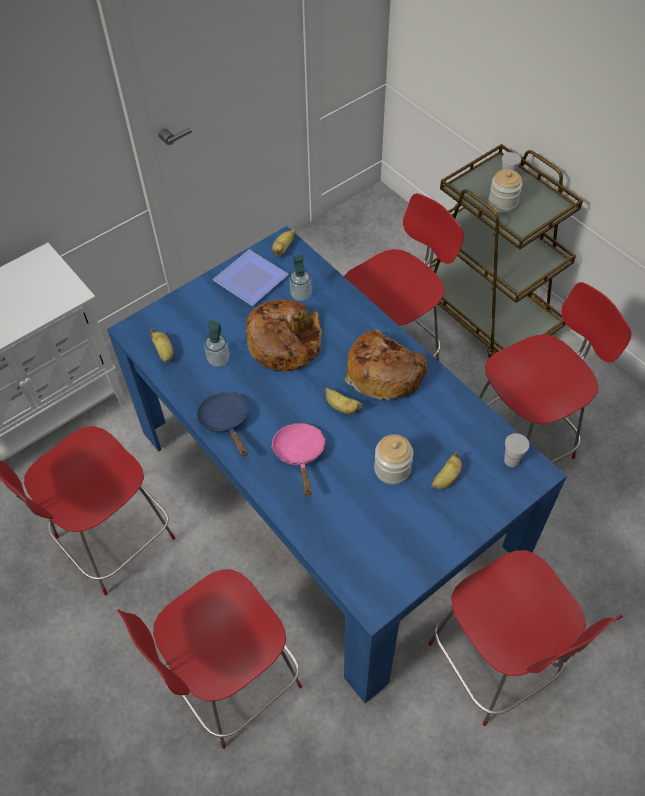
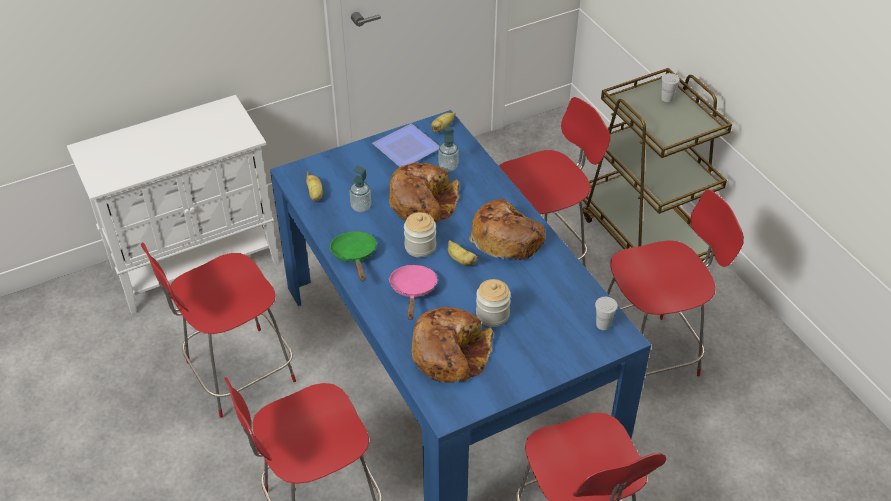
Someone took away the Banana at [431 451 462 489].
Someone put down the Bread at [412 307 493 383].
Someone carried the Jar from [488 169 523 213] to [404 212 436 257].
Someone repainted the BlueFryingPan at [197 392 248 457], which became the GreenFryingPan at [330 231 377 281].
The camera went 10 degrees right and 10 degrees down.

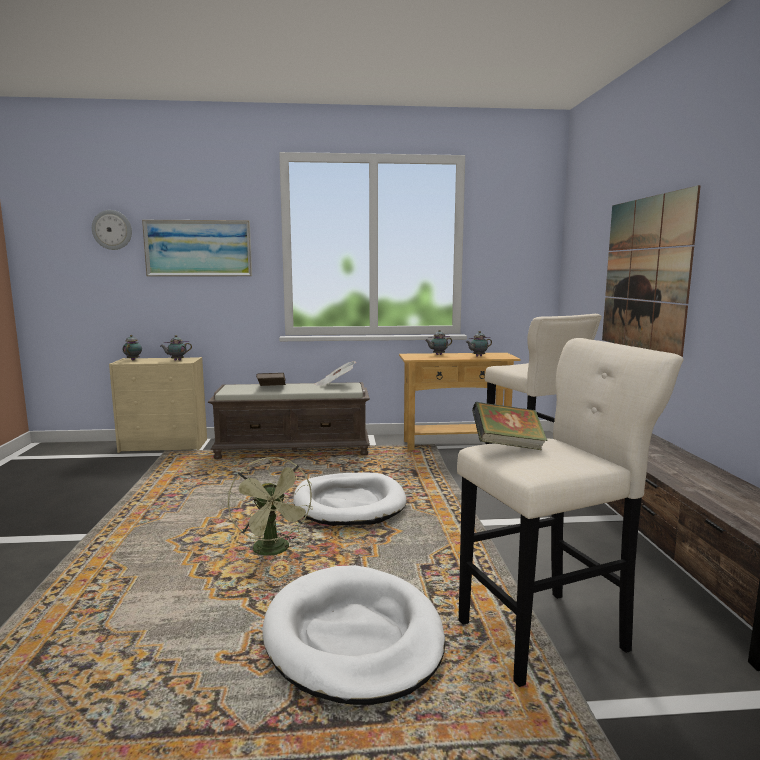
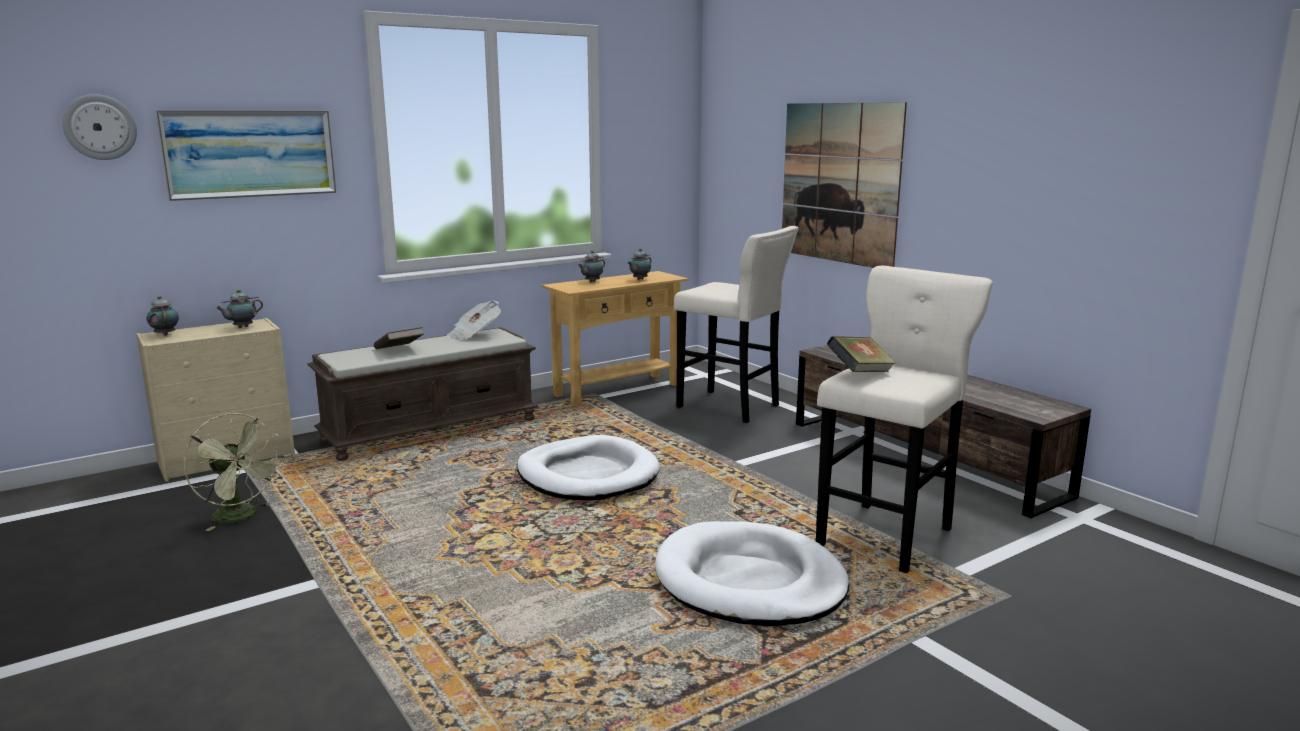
Someone carried the GreenFan from [228 457 313 560] to [184 413 284 531].
The camera went 30 degrees left and 5 degrees up.

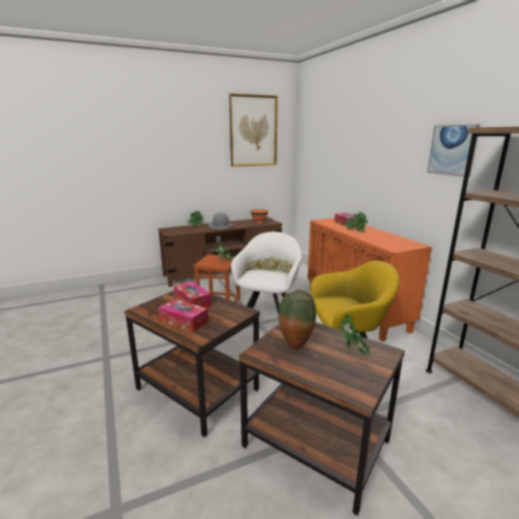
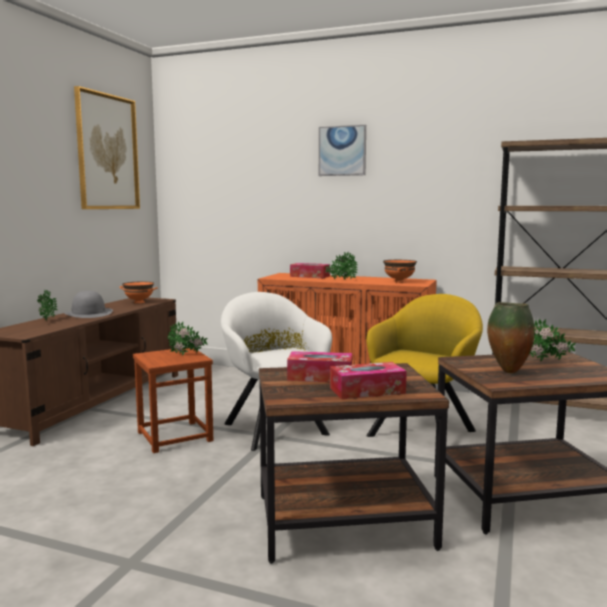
Someone put down the OrangeBowl at [383 260 417 283].
Someone carried the Picture from [427 124 480 177] to [319 125 366 176].
The camera went 45 degrees left and 10 degrees down.

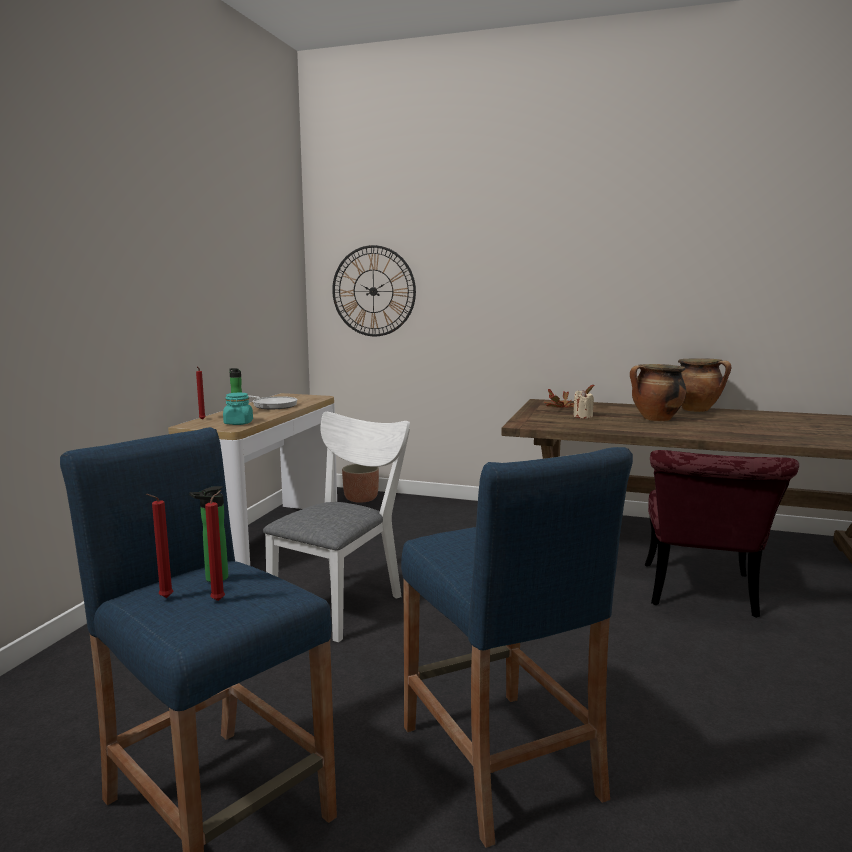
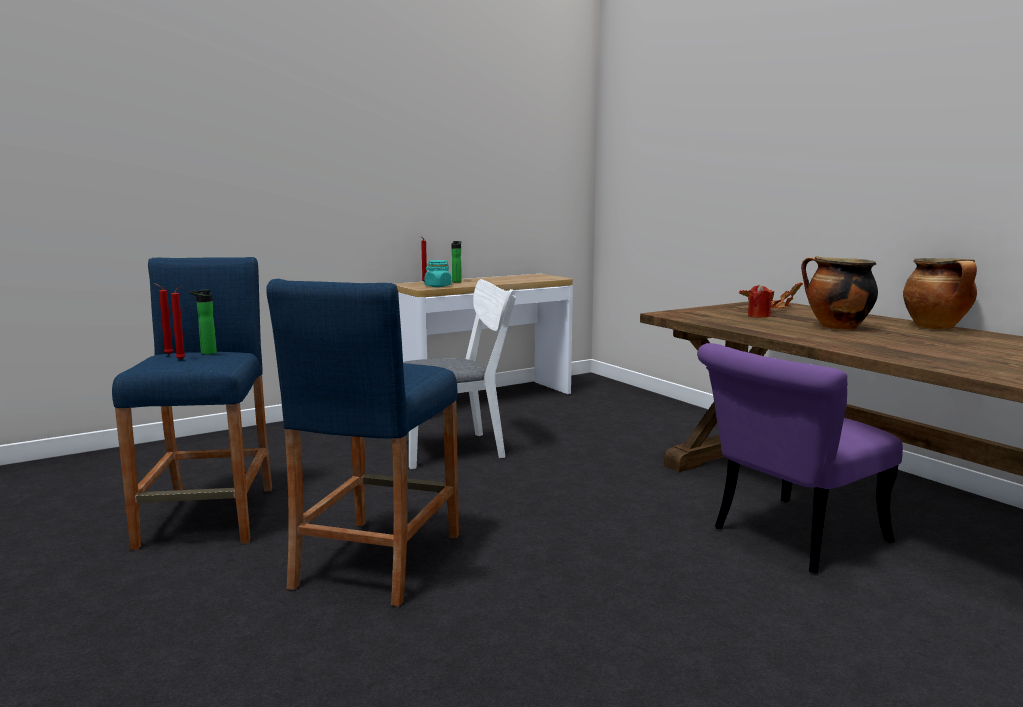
Someone took away the FryingPan at [247 395 297 409].
Someone took away the WallClock at [332 245 416 336].
Someone took away the Planter at [342 464 379 503].
Someone repainted the BeigeCandle at [573 390 594 418], which became the RedCandle at [748 284 772 318].
Someone repainted the RedChair at [645 450 799 618], which became the PurpleChair at [697 343 903 573].
The camera went 40 degrees right and 0 degrees up.

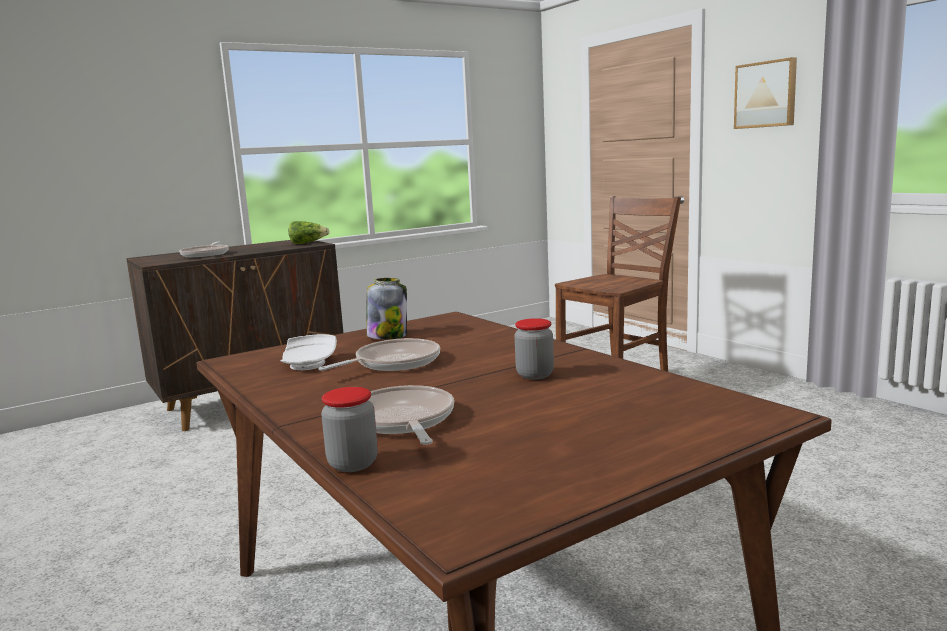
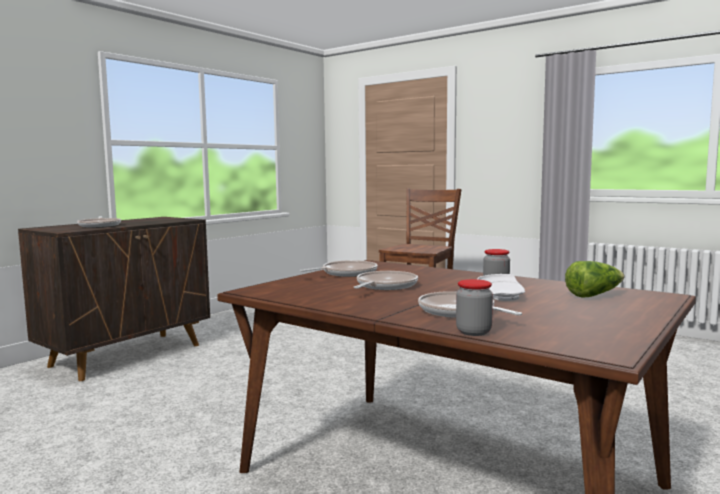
Someone took away the Picture at [734 57 797 129].
Someone carried the WhitePlate from [280 334 337 370] to [477 274 525 301].
Someone carried the Lettuce from [289 221 330 244] to [565 261 625 297].
Someone swapped the Jar at [367 278 407 339] for the FryingPan at [300 260 378 277].
The camera went 20 degrees left and 5 degrees down.

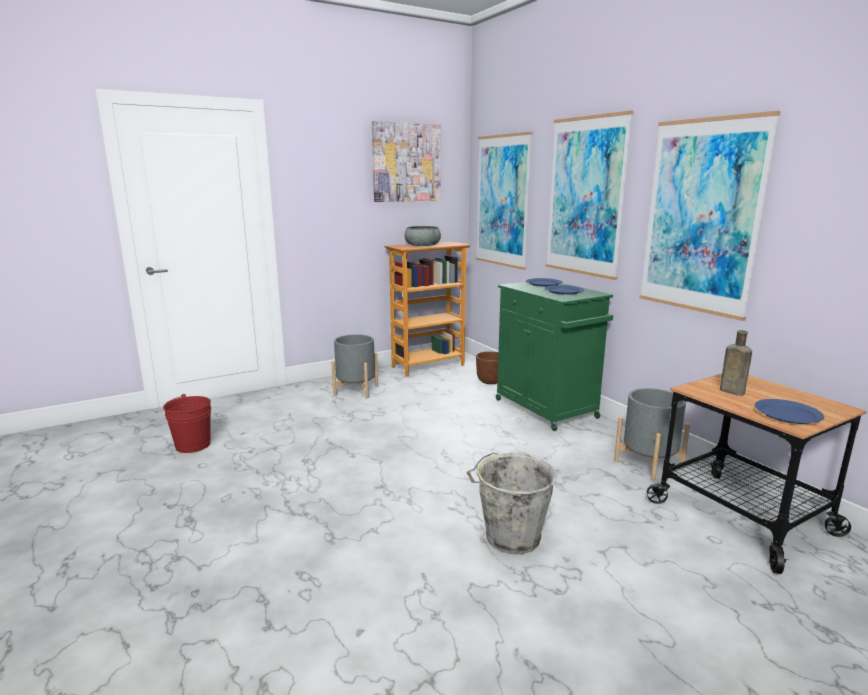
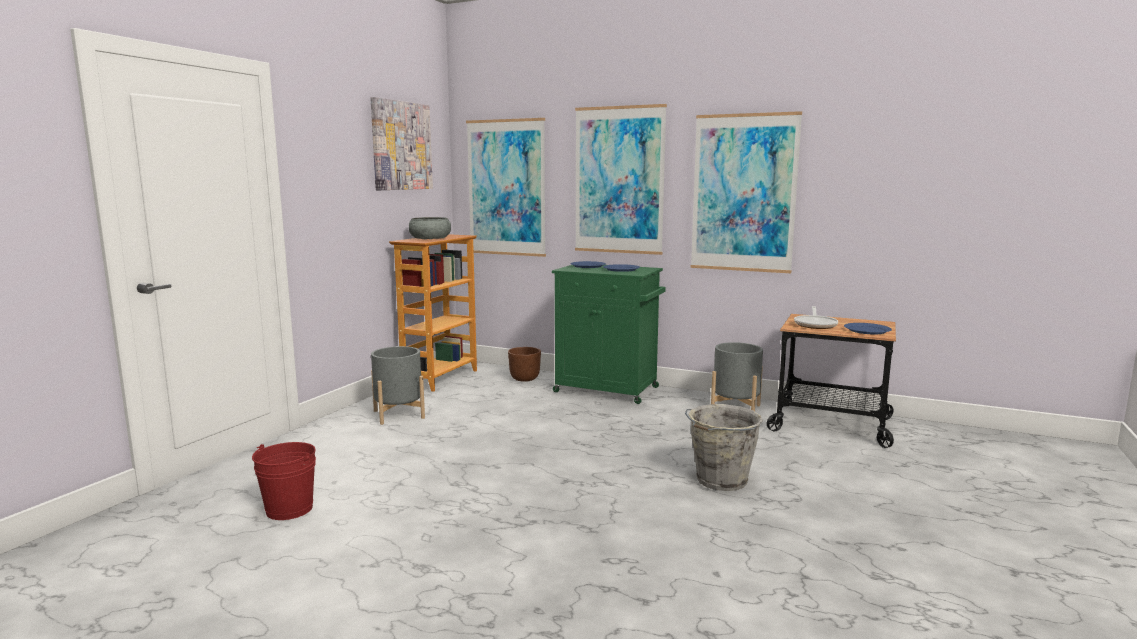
Someone swapped the BrownBottle at [720 330 752 396] for the FryingPan at [794 306 838 329].
The camera went 35 degrees left and 5 degrees down.

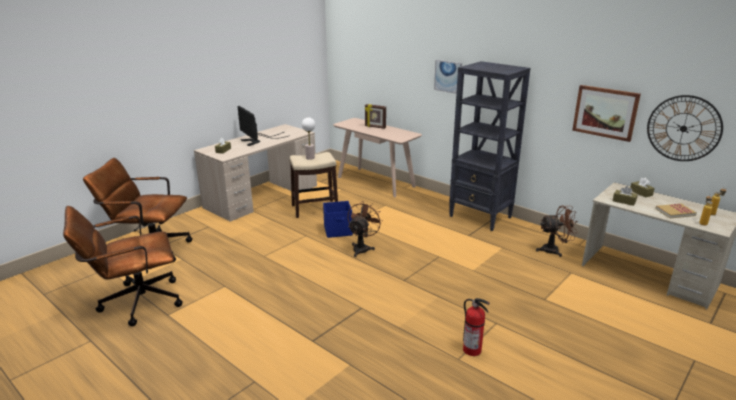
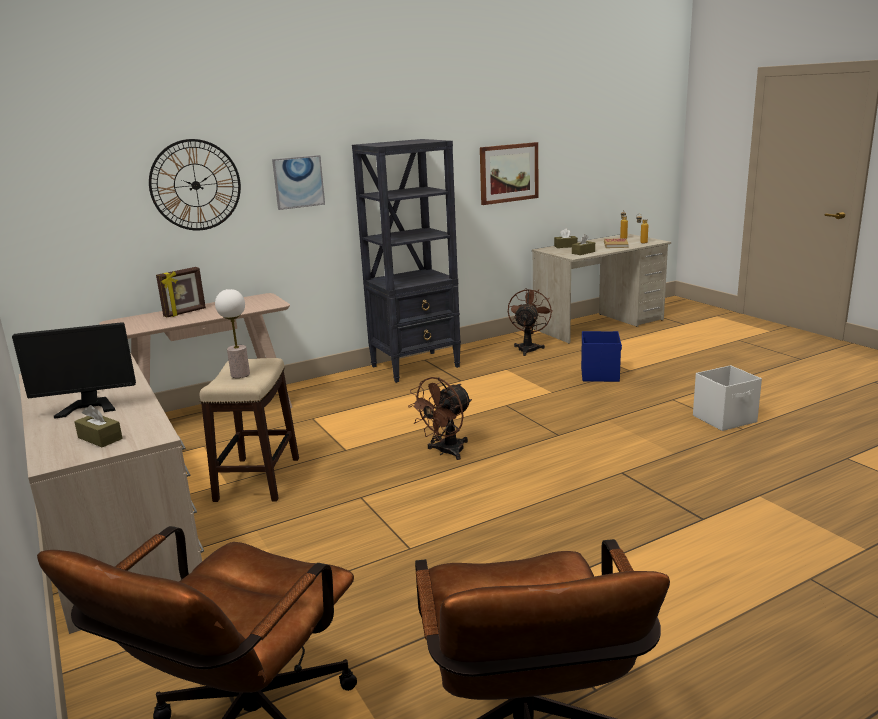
Someone carried the BlueStorageBox from [323 201 353 238] to [581 331 622 382].
Someone carried the WallClock from [647 95 723 161] to [149 139 241 231].
Someone swapped the FireExtinguisher at [463 298 490 356] for the WhiteStorageBox at [693 365 762 431].
Someone rotated the BrownFan at [347 201 383 257] by 90 degrees counterclockwise.
The camera went 70 degrees left and 5 degrees down.

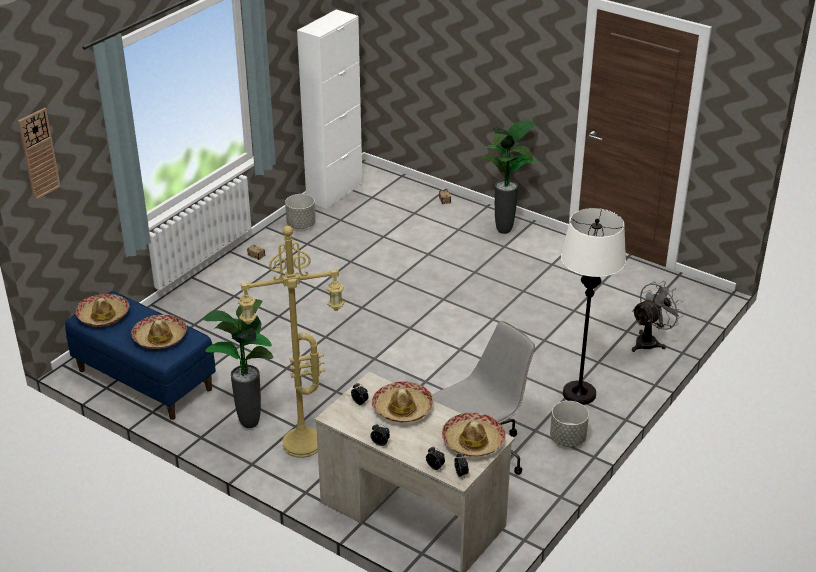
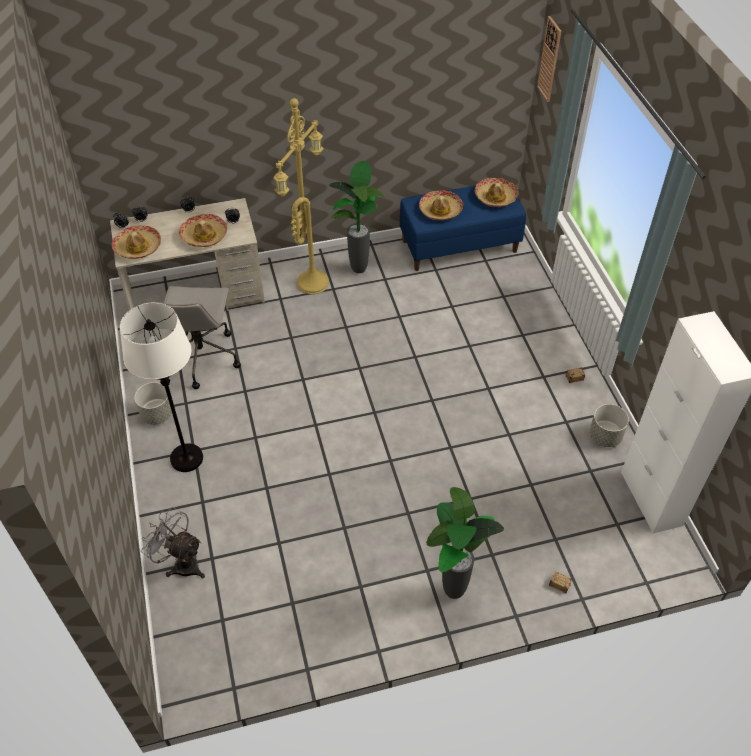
Someone rotated the GreyFan at [632 281 684 352] by 120 degrees clockwise.
The camera went 130 degrees right and 15 degrees up.

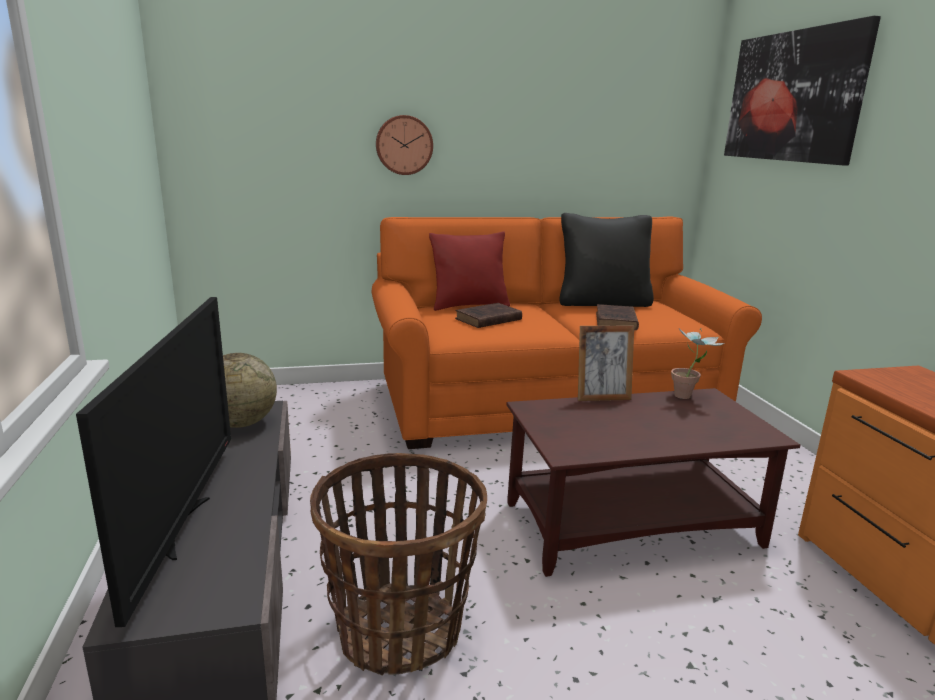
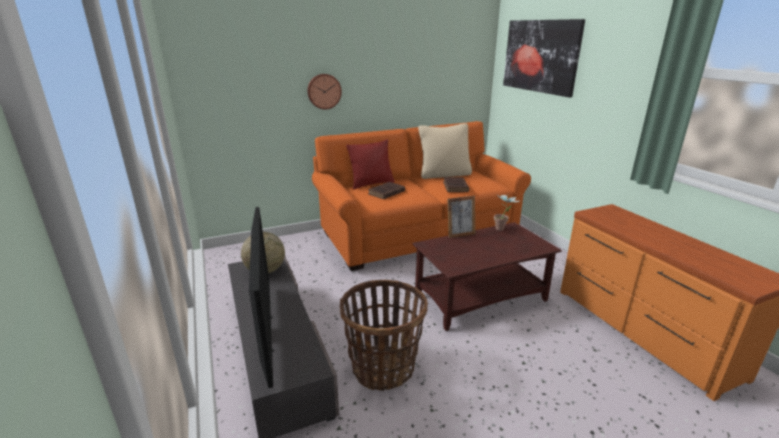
Someone repainted the BlackPillow at [559 213 654 307], which became the BeigePillow at [418 124 472 179].
The camera went 10 degrees left and 5 degrees up.

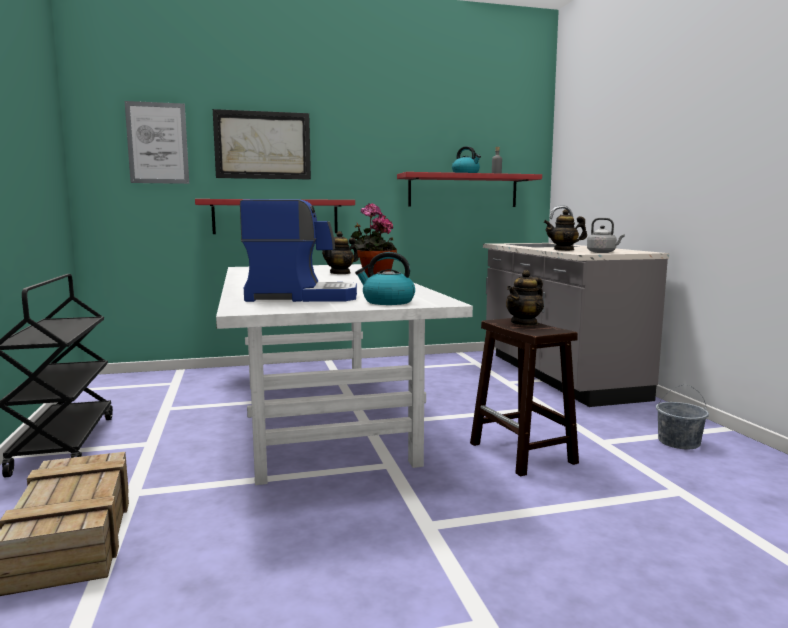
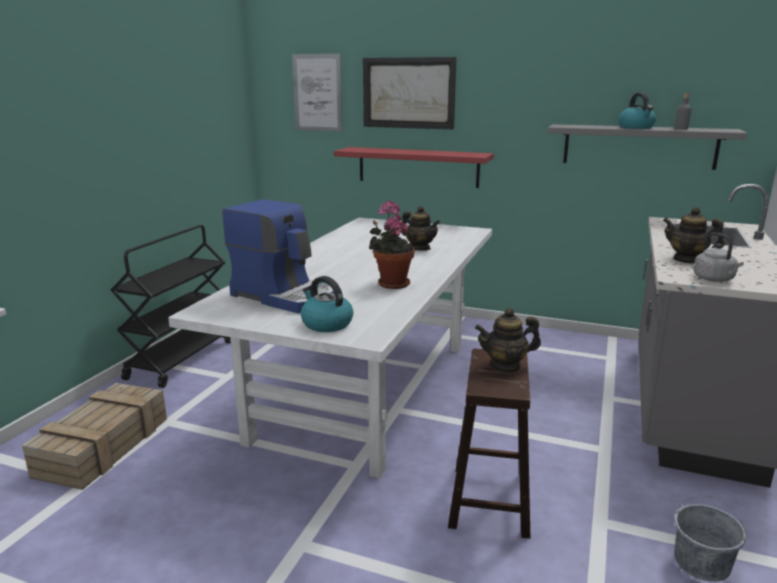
Someone repainted the RedShelf at [397 172 542 207], which became the GreyShelf at [547 124 747 170].
Someone rotated the Teapot at [322 231 359 274] by 135 degrees counterclockwise.
The camera went 35 degrees right and 10 degrees up.

